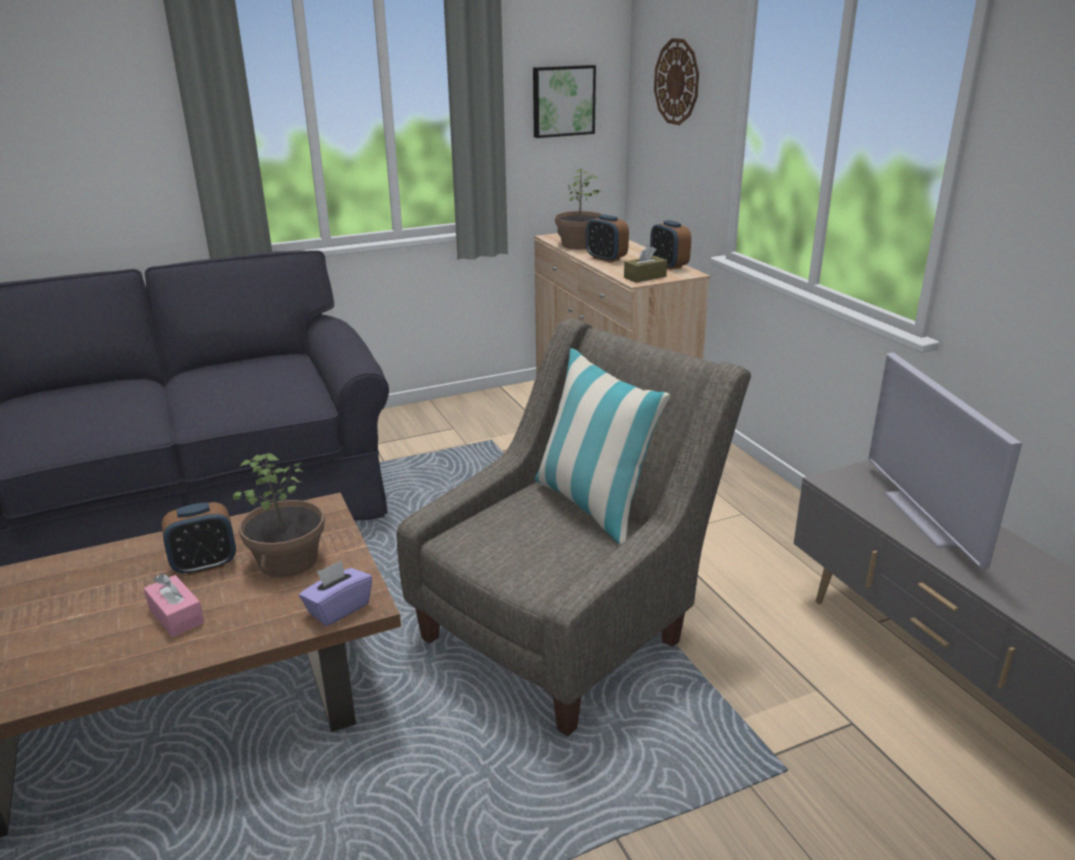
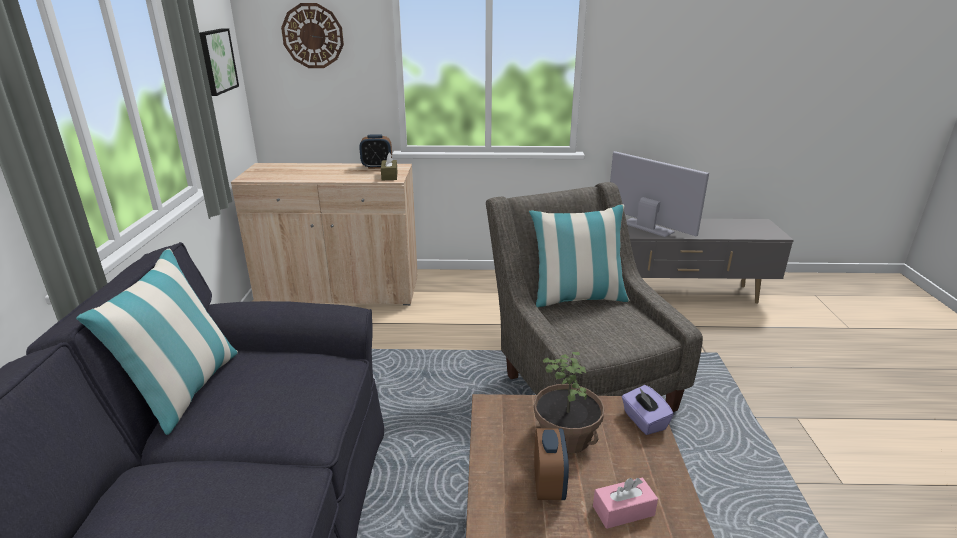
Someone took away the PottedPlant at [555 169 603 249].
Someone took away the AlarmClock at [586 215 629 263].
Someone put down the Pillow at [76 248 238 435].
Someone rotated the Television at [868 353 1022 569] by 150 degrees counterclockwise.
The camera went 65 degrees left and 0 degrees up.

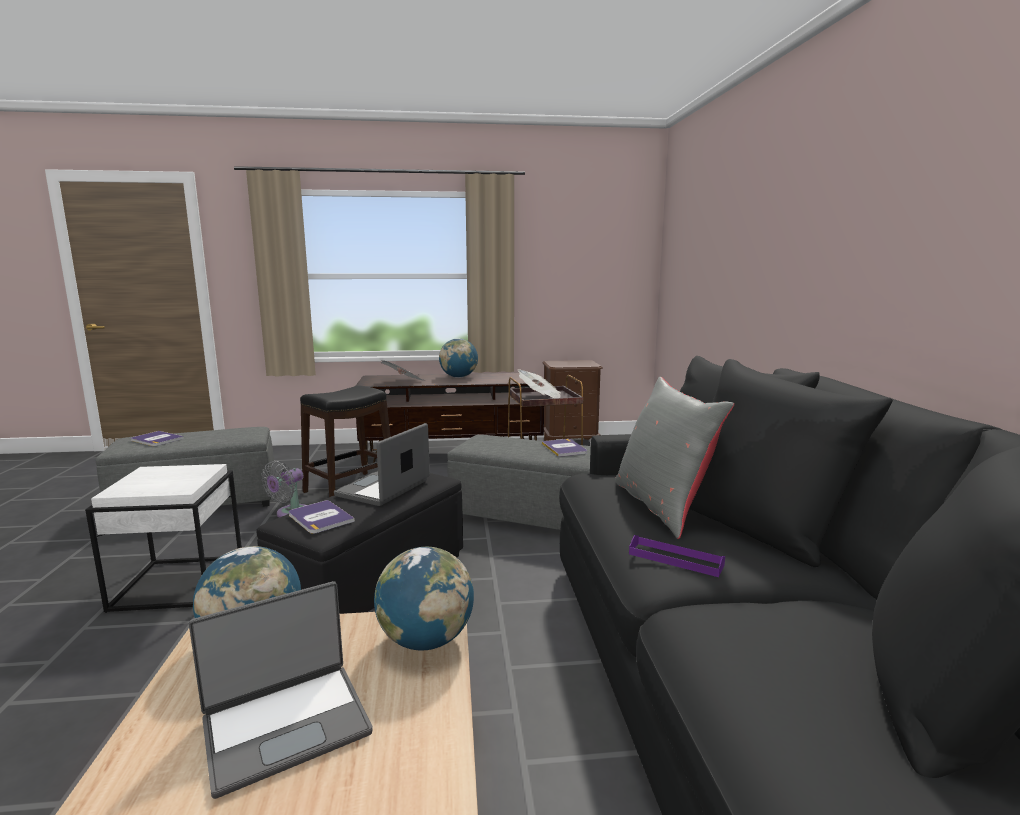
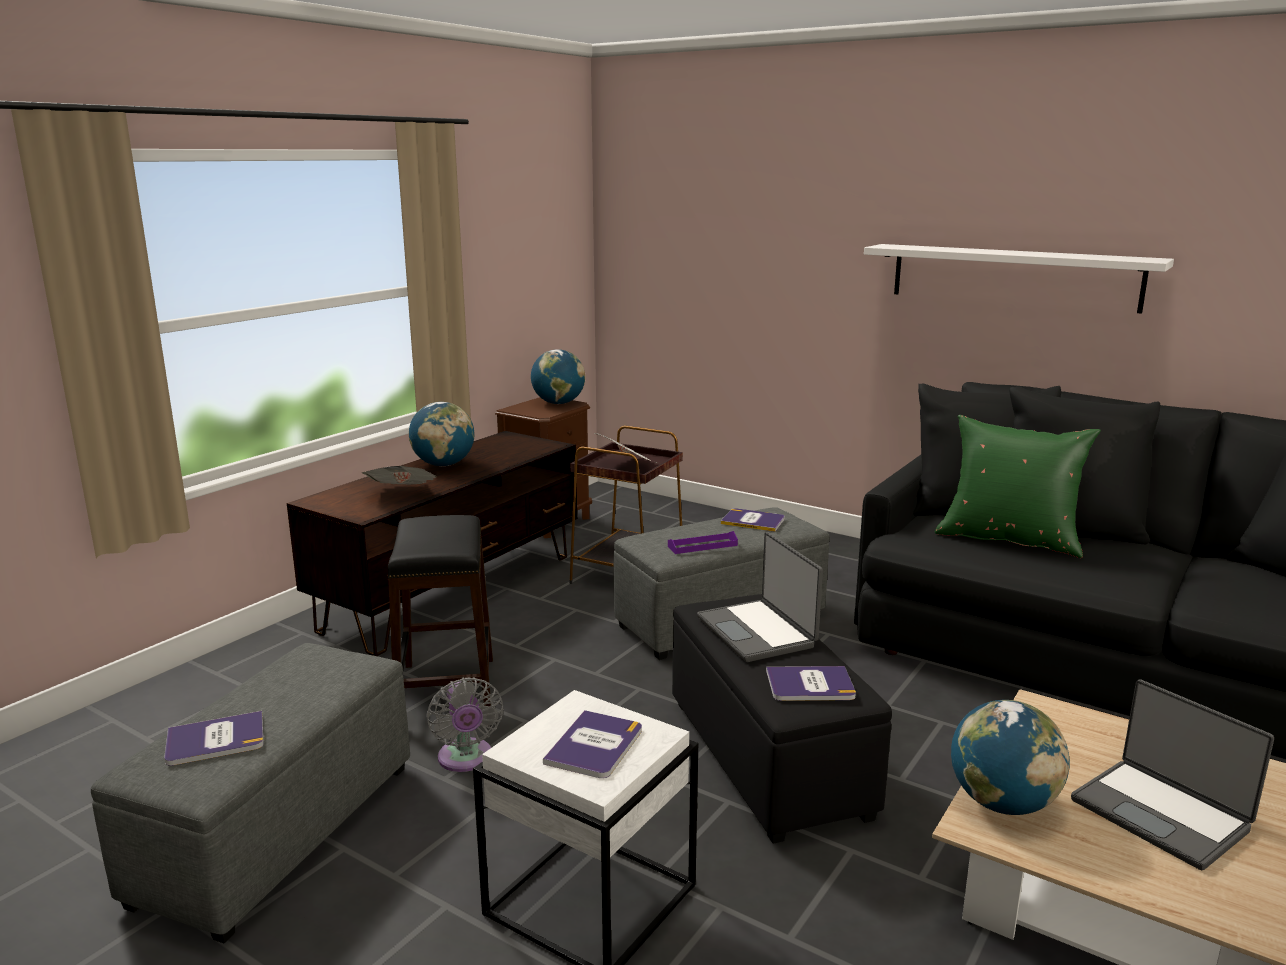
Someone put down the Book at [543 710 642 778].
Someone put up the WhiteShelf at [864 244 1174 314].
Someone carried the Globe from [374 547 474 651] to [531 349 585 404].
Someone carried the PurpleTray from [629 535 725 577] to [668 531 738 554].
Someone repainted the GreyPillow at [615 377 734 539], which became the GreenPillow at [935 415 1101 558].
Someone rotated the Laptop at [189 581 373 799] by 135 degrees clockwise.
The camera went 50 degrees left and 5 degrees up.

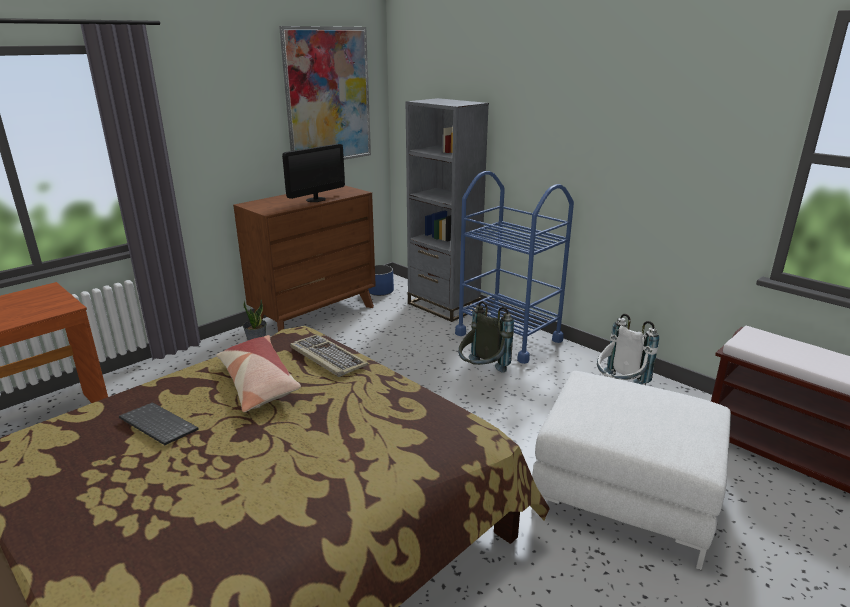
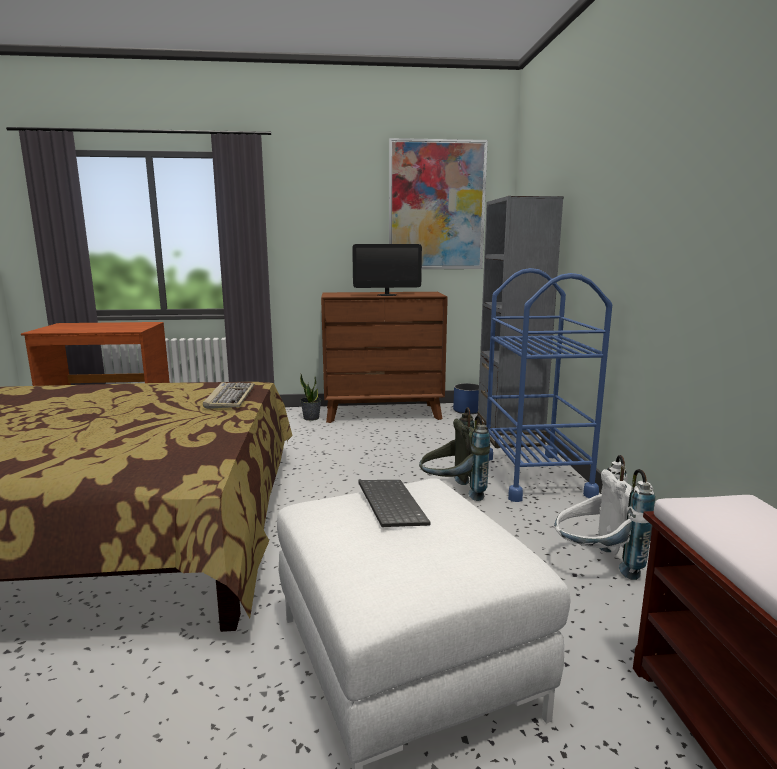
Someone took away the Pillow at [216 335 301 412].
Someone carried the Keyboard from [119 402 199 445] to [358 480 431 527].
The camera went 40 degrees right and 10 degrees down.

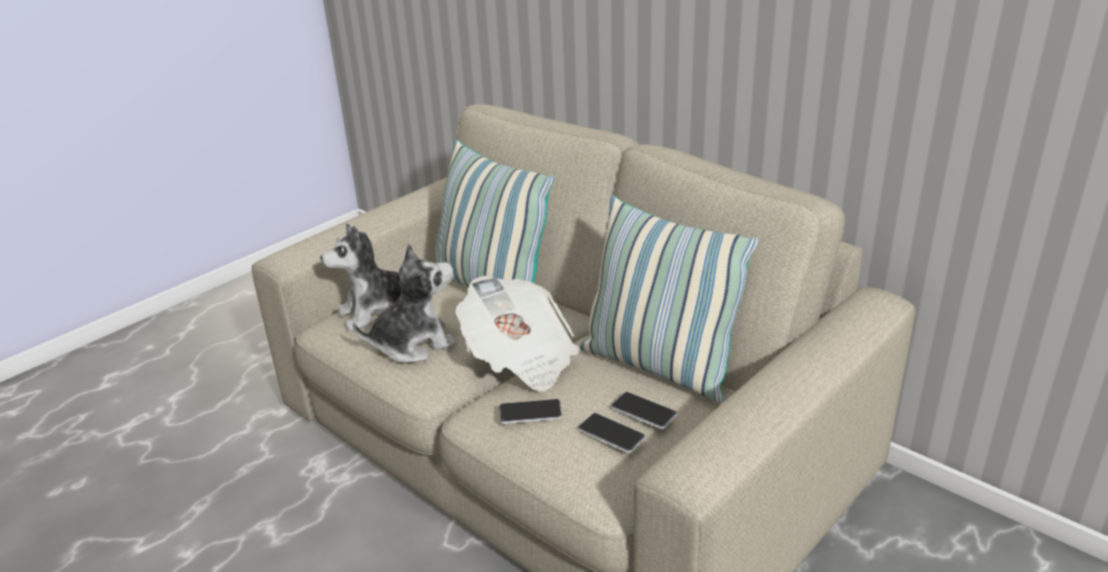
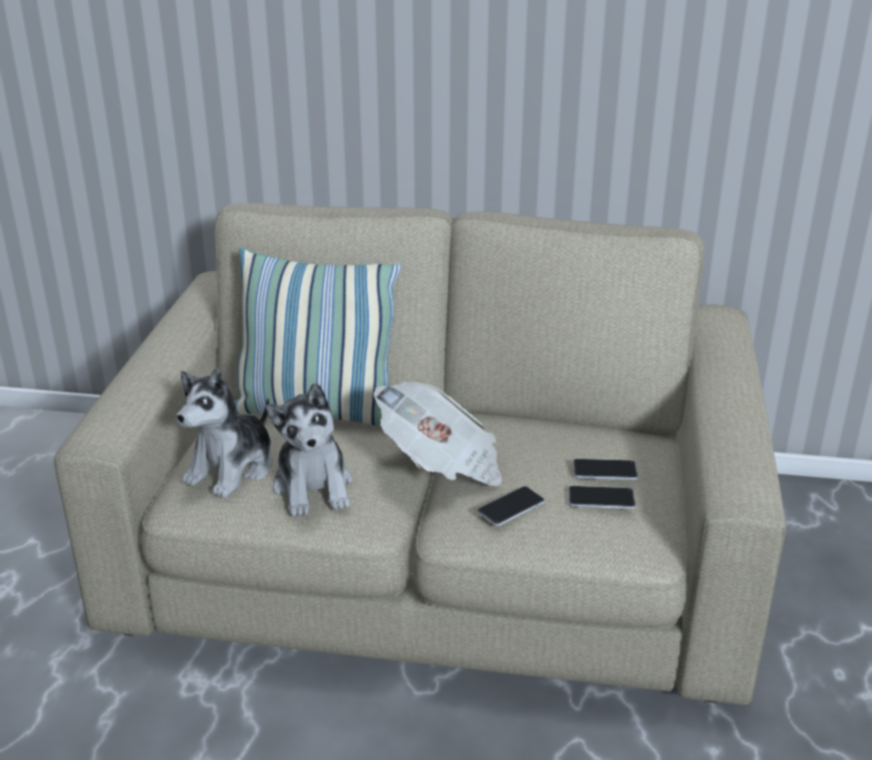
Someone took away the Pillow at [580 195 760 403].
Someone rotated the PlushToy at [353 244 458 363] by 135 degrees clockwise.
The camera went 35 degrees left and 0 degrees up.

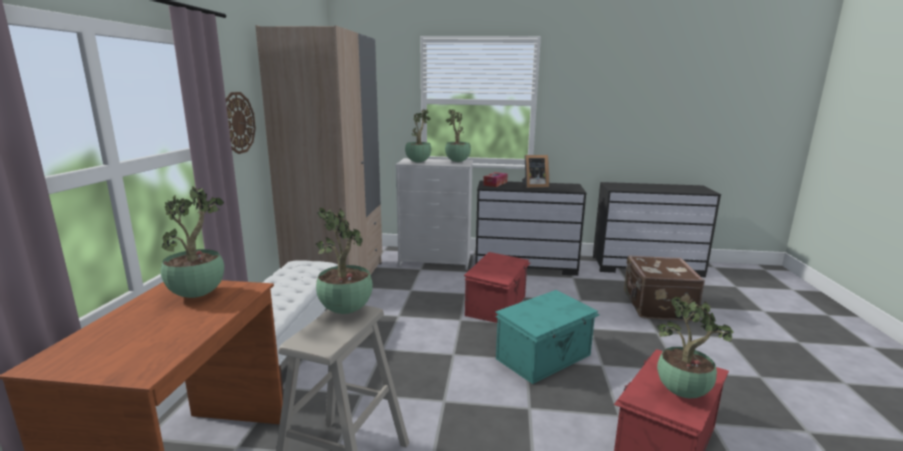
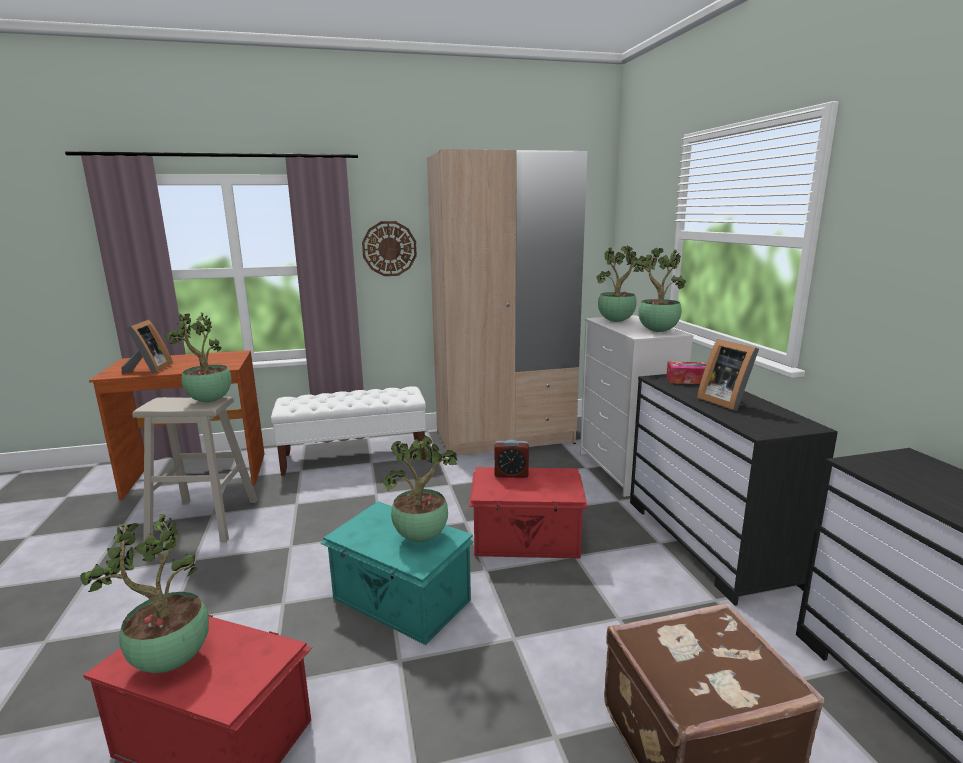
Someone put down the PictureFrame at [121 320 173 374].
Someone put down the AlarmClock at [494 440 529 478].
Someone carried the PottedPlant from [161 187 224 298] to [382 436 457 542].
The camera went 70 degrees right and 0 degrees up.

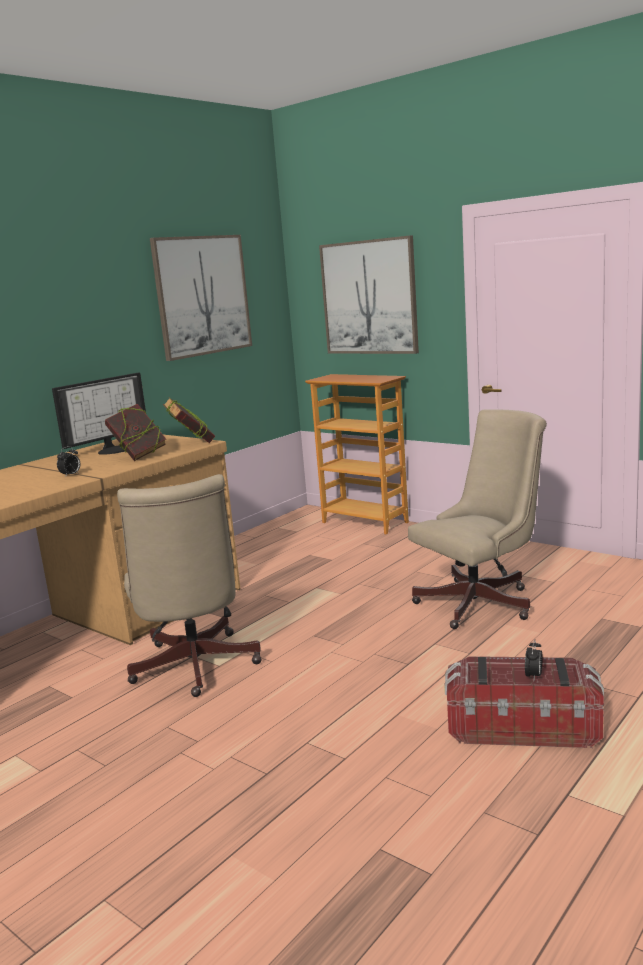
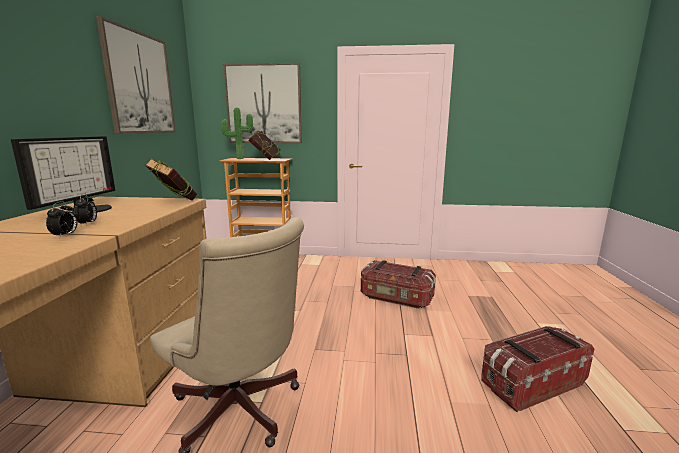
Someone put down the PottedPlant at [221 108 253 159].
Someone carried the Book from [105 404 166 461] to [249 131 281 160].
Someone carried the AlarmClock from [525 639 542 680] to [74 193 97 225].
Someone swapped the BeigeOfficeChair at [408 409 547 629] for the StorageBox at [361 260 436 309].
The camera went 35 degrees left and 0 degrees up.

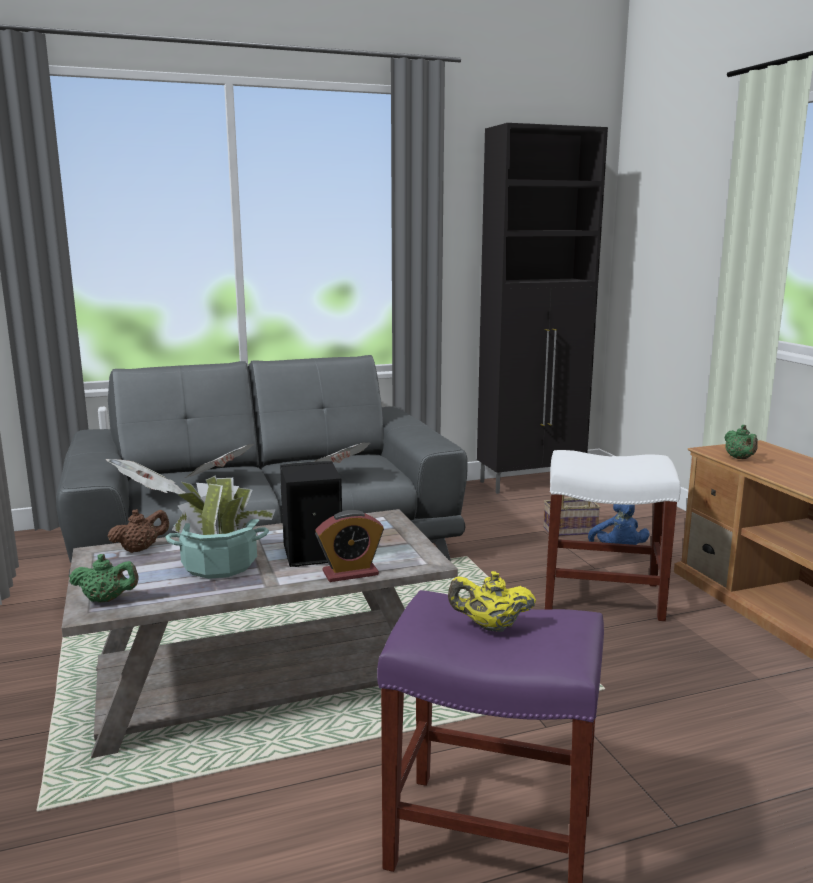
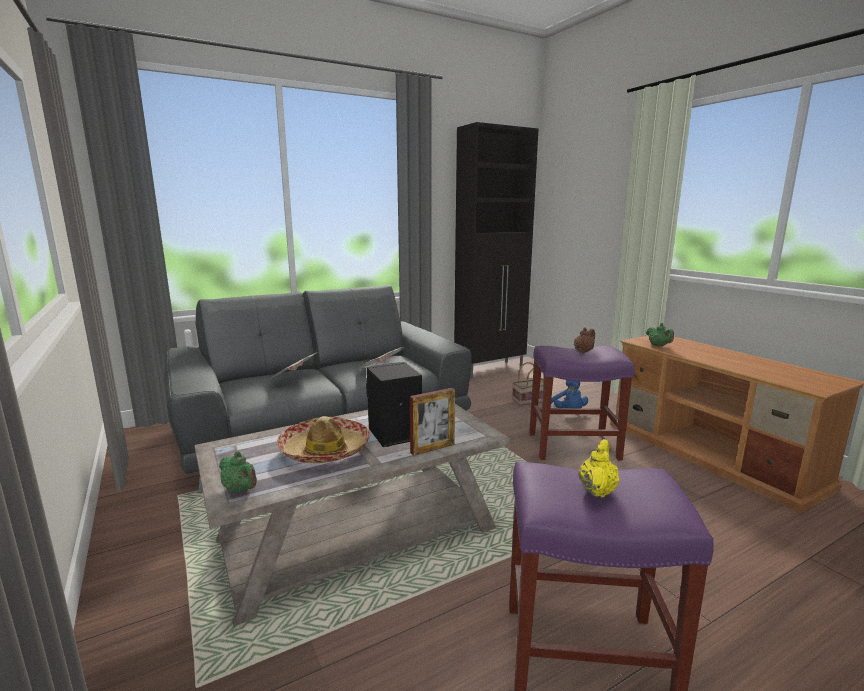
Someone took away the Newspaper at [106 459 186 494].
Someone carried the BrownTeapot from [108 509 169 553] to [574 327 595 353].
Someone swapped the PottedPlant at [166 475 276 579] for the Hat at [277 416 370 463].
Someone swapped the AlarmClock at [315 510 384 582] for the PictureFrame at [410 388 455 456].
Someone repainted the WhiteStool at [545 450 681 621], which became the PurpleStool at [529 346 635 460].
Someone rotated the GreenTeapot at [69 554 139 603] by 45 degrees clockwise.
Someone rotated the YellowTeapot at [448 571 536 632] by 120 degrees clockwise.
The camera went 10 degrees left and 0 degrees up.

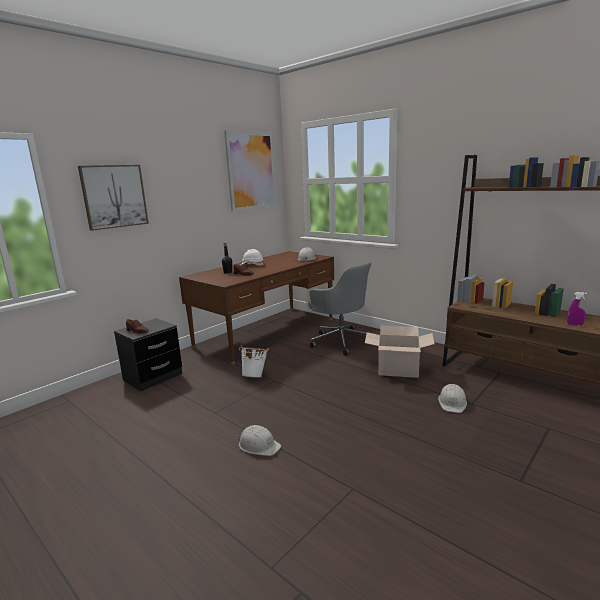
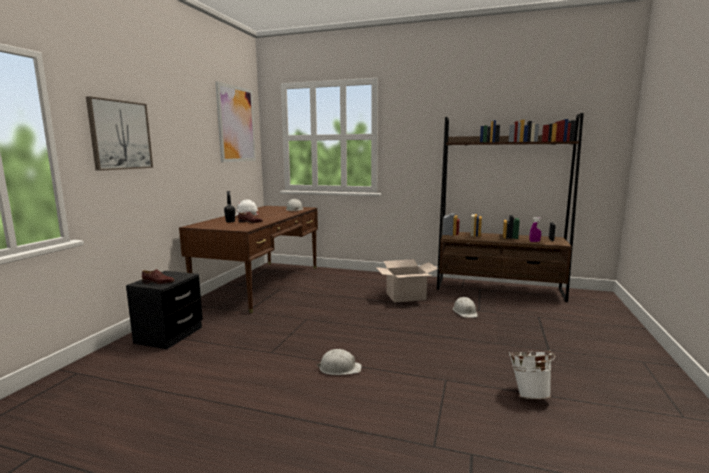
Someone took away the GreyOfficeChair at [308 262 371 356].
Someone carried the WhiteBucket from [239 345 269 378] to [509 350 555 399].
The camera went 25 degrees left and 5 degrees down.

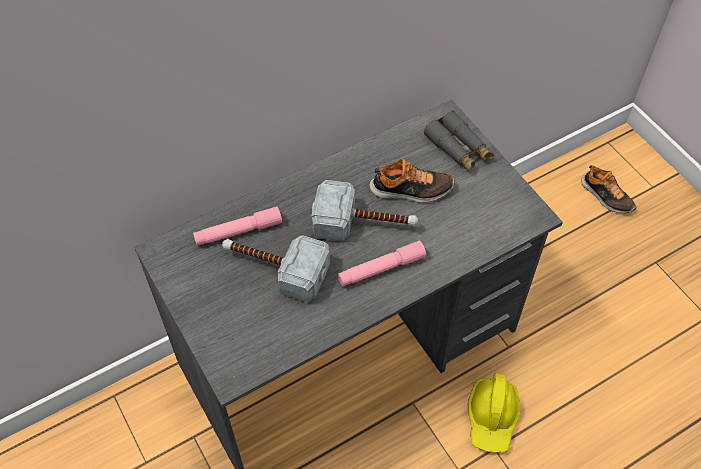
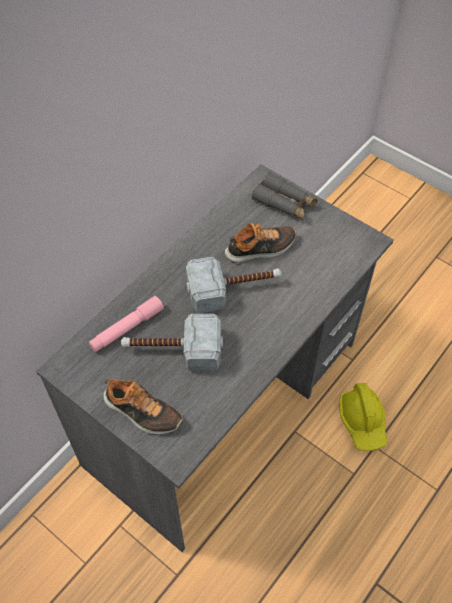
Someone took away the PinkFlashlight at [338 241 426 286].
Someone carried the Shoe from [581 165 636 213] to [103 379 183 434].
The camera went 20 degrees left and 0 degrees up.

